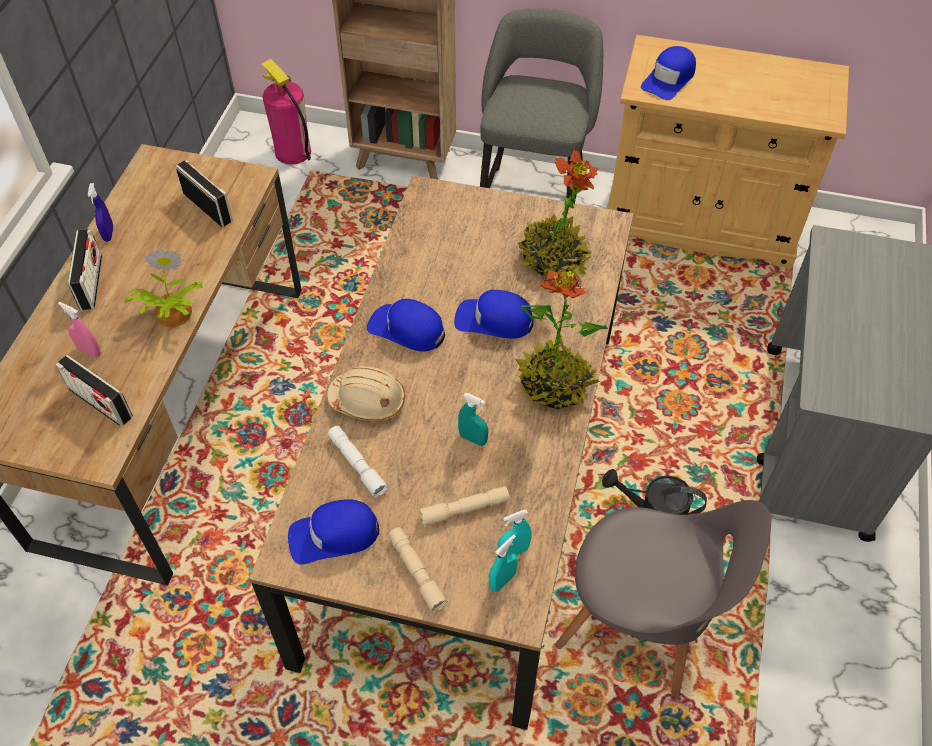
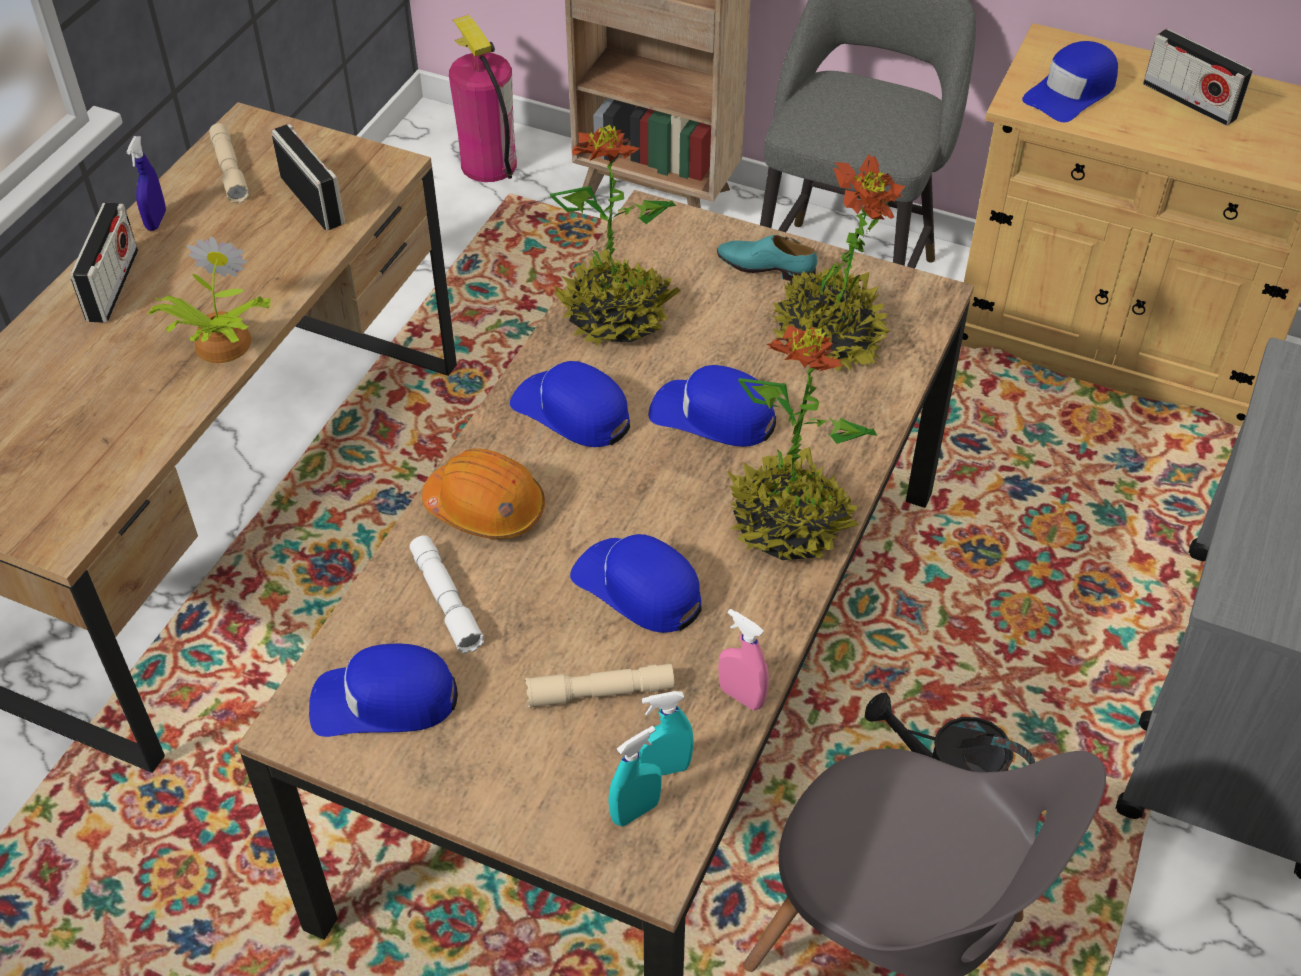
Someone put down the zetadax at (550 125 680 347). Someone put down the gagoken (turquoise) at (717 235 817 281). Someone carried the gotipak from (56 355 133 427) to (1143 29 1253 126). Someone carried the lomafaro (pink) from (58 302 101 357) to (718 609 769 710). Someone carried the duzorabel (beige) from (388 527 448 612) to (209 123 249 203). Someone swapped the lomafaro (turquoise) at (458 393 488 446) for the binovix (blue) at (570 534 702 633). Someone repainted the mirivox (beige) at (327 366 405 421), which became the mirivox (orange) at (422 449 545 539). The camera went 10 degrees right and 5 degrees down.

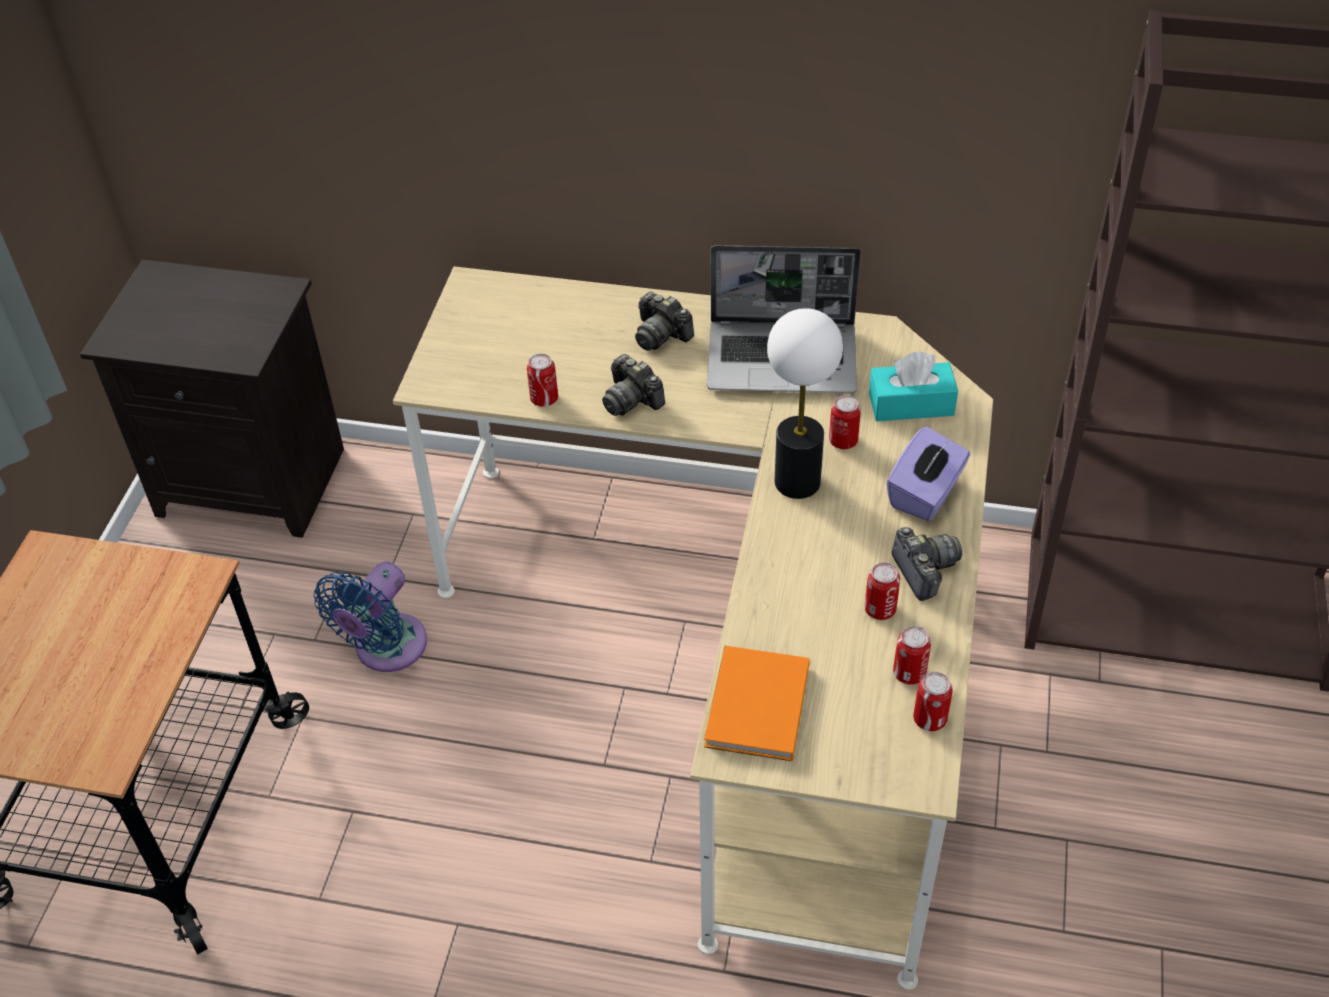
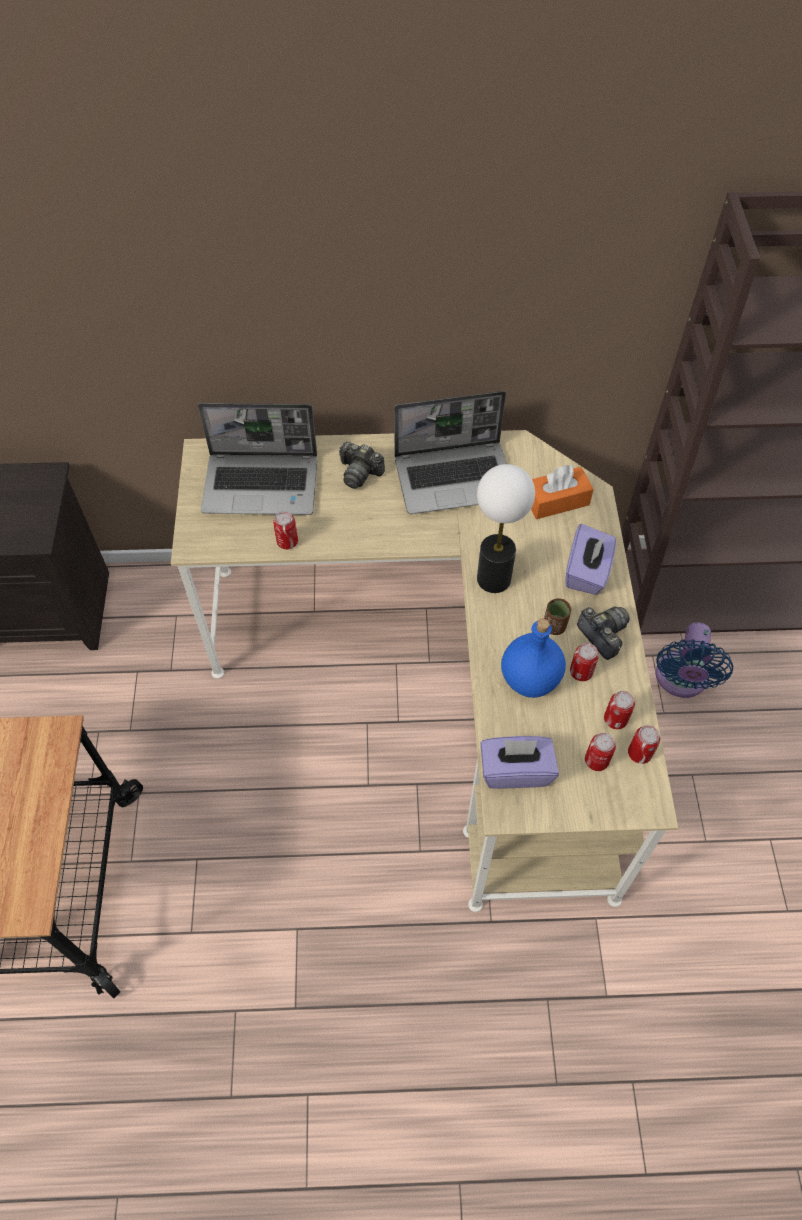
Someone took away the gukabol at (602 354 665 416). Someone put down the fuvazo at (198 403 318 515). Someone put down the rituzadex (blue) at (501 618 566 698). Someone put down the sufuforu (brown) at (544 598 571 635). Someone carried the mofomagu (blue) from (314 561 427 672) to (656 623 733 698). Someone carried the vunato from (829 395 861 449) to (585 733 616 771). Someone swapped the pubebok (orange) at (704 646 810 761) for the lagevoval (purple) at (480 736 559 789). Someone repainted the lagevoval (turquoise) at (869 351 958 421), which became the lagevoval (orange) at (531 465 594 519). The camera went 15 degrees left and 10 degrees up.

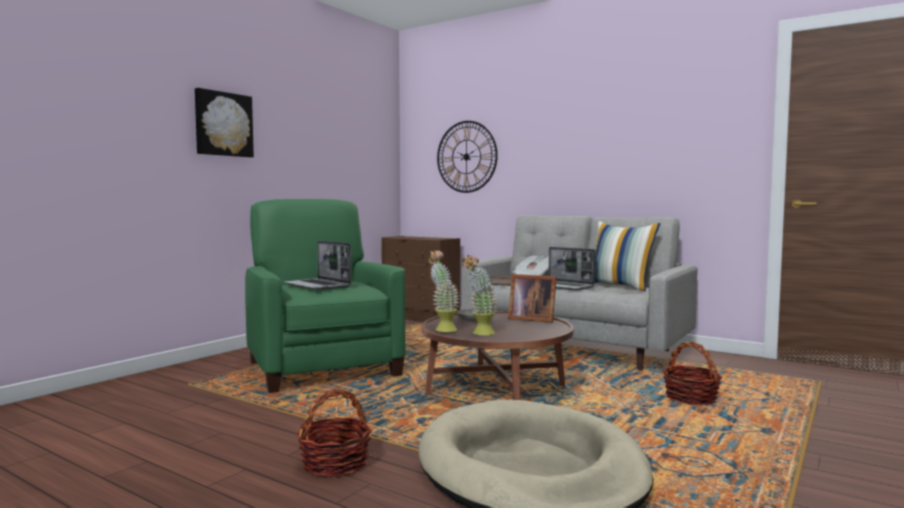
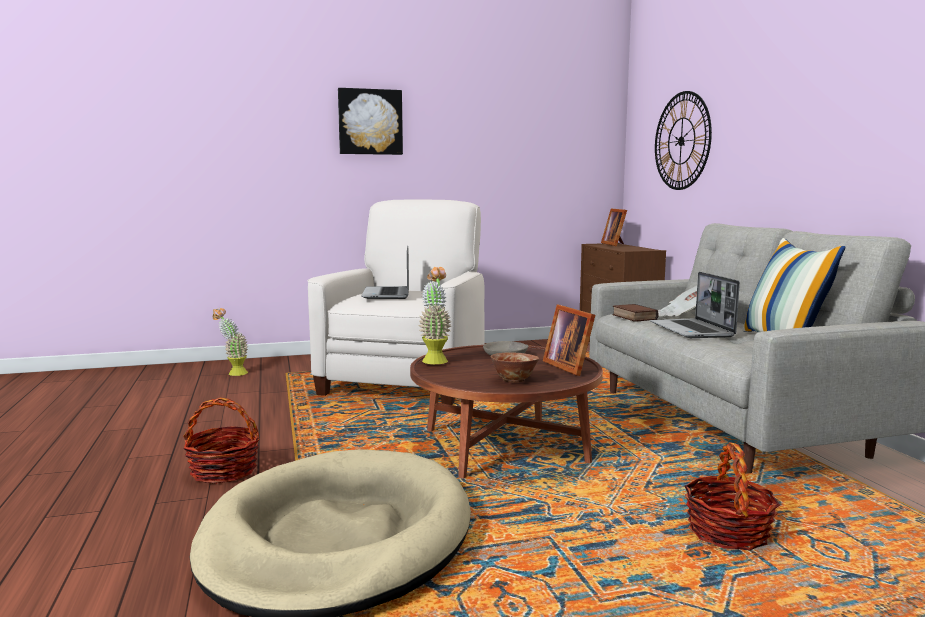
Someone put down the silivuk at (491 352 539 382). Someone put down the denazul at (601 209 627 246). Someone carried the zetadax from (462 255 497 335) to (213 308 248 376). Someone repainted the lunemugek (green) at (245 199 405 393), which became the lunemugek (white) at (307 200 485 405). The camera went 40 degrees right and 5 degrees up.

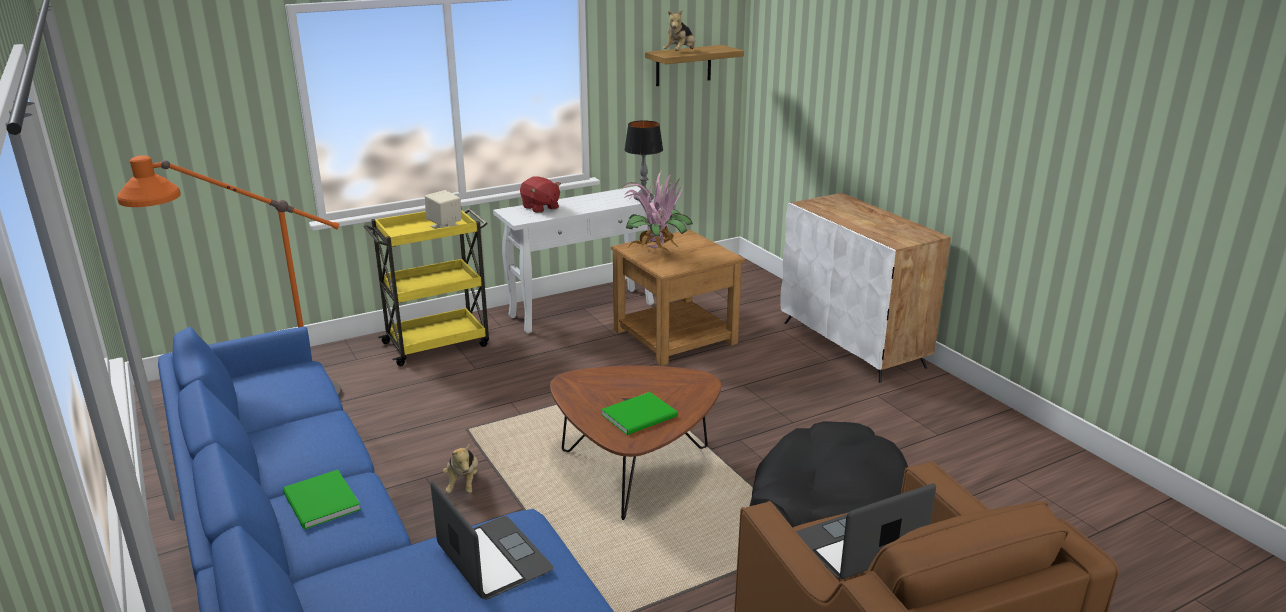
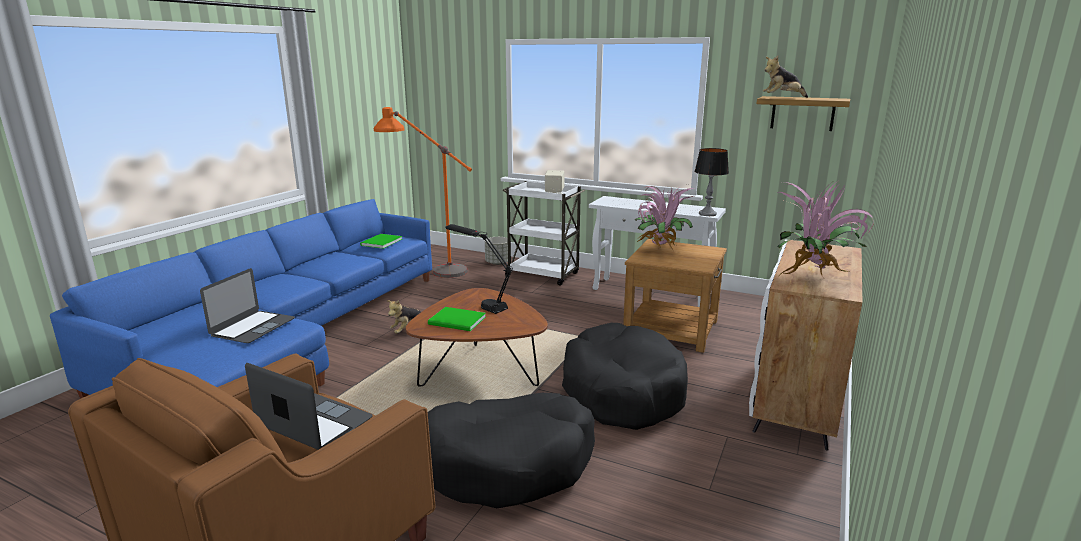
Someone took away the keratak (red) at (520 176 561 213). Someone put down the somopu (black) at (445 224 513 314). Someone put down the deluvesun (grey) at (485 237 508 265). Someone put down the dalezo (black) at (562 323 688 430). Someone put down the zetadax at (777 181 874 278). Someone carried the pubebok (green) from (283 470 361 529) to (360 234 402 249). Someone repainted the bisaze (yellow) at (364 208 489 366), which became the bisaze (white) at (503 181 585 286). The camera went 55 degrees right and 5 degrees down.

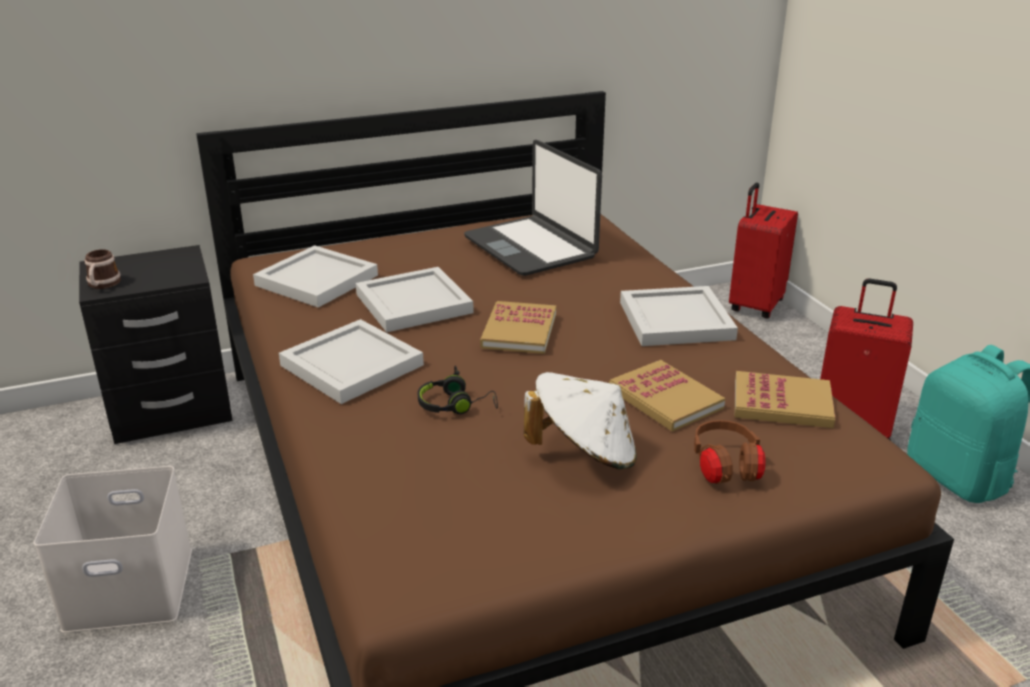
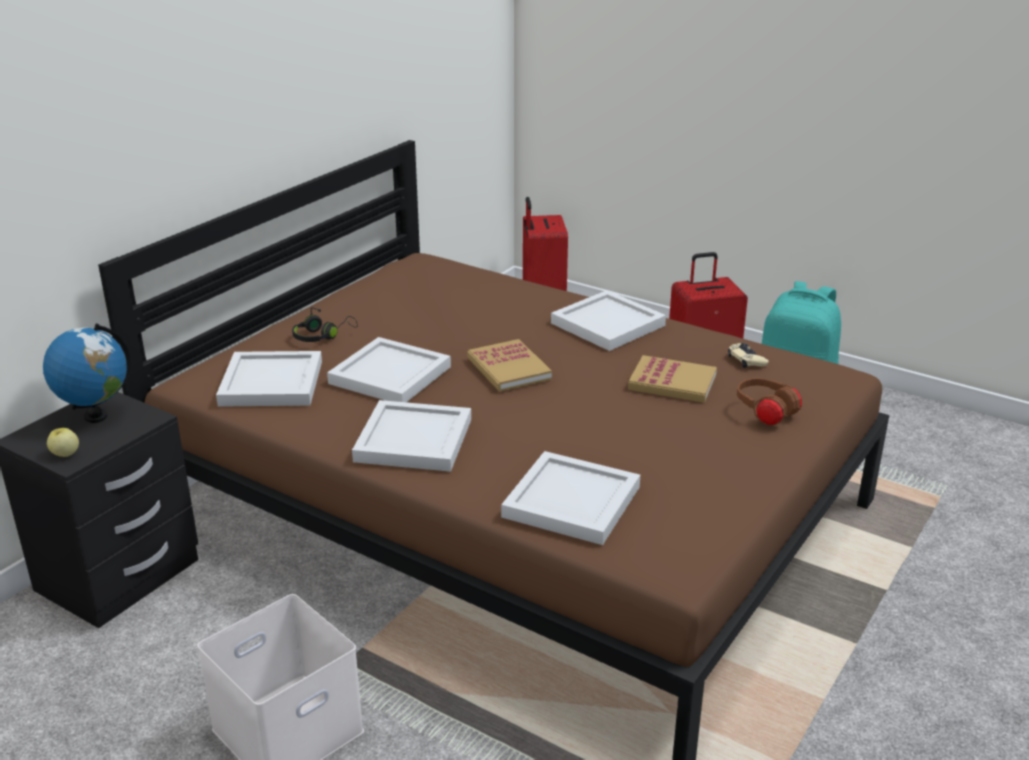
Someone took away the fuvazo at (464 140 602 276). Someone took away the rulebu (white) at (524 372 637 469). Someone put down the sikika at (43 323 131 423). Someone put down the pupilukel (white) at (501 451 640 545). Someone carried the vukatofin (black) from (418 366 498 414) to (292 307 358 342). Someone swapped the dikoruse at (85 249 121 289) for the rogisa at (47 428 79 457). Someone swapped the pubebok at (734 371 835 428) for the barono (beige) at (728 343 769 368). The camera went 35 degrees left and 0 degrees up.

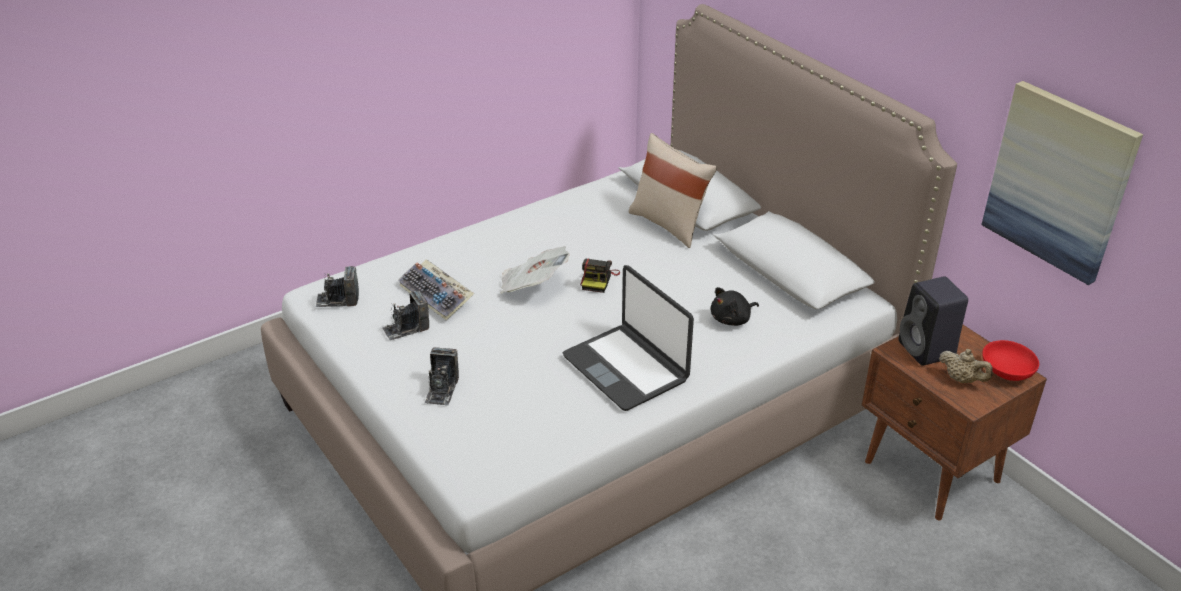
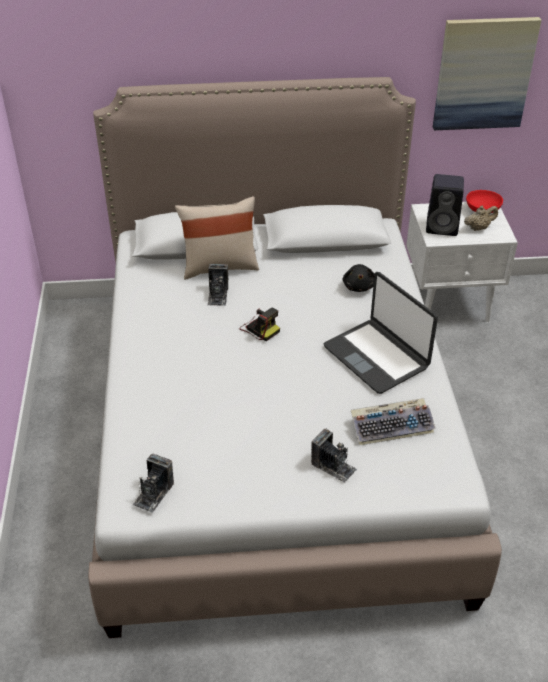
Someone took away the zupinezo at (500 246 570 294). Someone carried the gukabol from (382 290 429 340) to (208 264 228 306). Someone carried the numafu from (398 259 474 321) to (351 398 436 445). Someone repainted the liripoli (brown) at (862 325 1047 520), which became the liripoli (white) at (406 202 518 322). Someone rotated the fuvazo at (563 265 694 411) by 60 degrees clockwise. The camera went 60 degrees left and 5 degrees up.

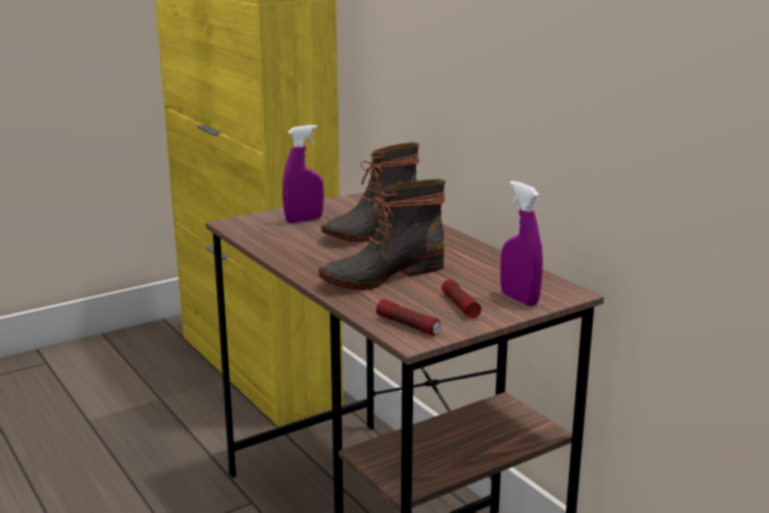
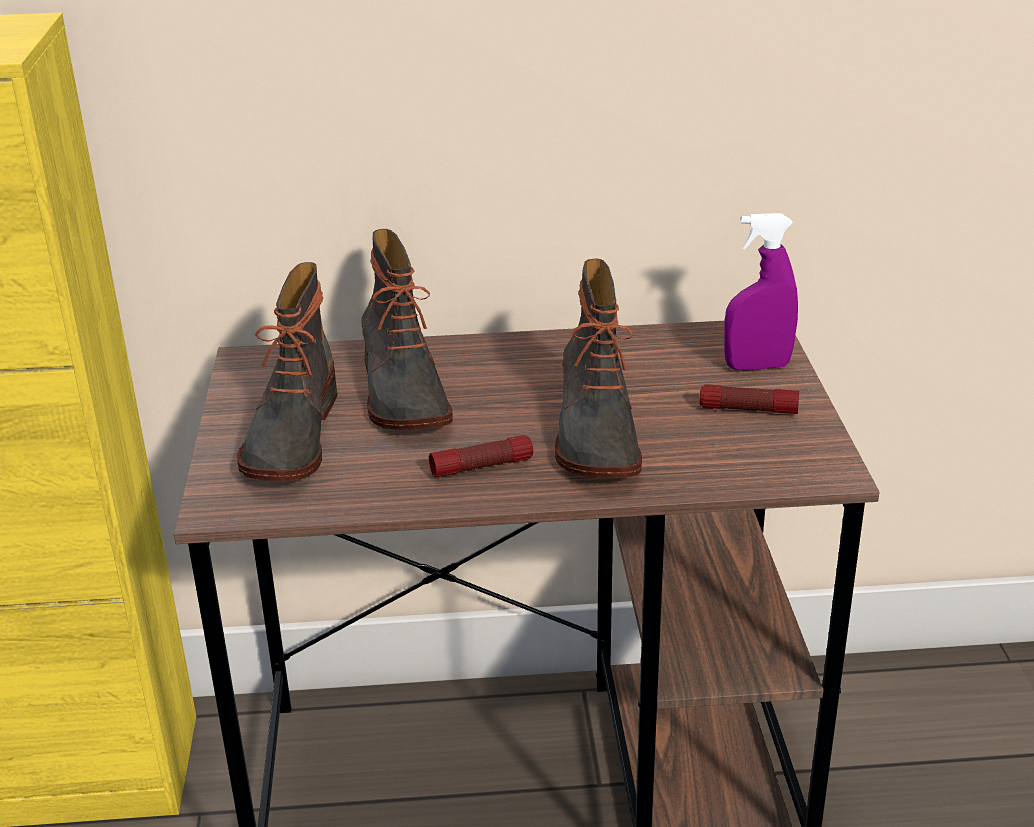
Someone carried the duzorabel from (376 299 441 335) to (429 435 533 478). Someone swapped the lomafaro (purple) at (282 125 324 223) for the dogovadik at (237 262 338 481). The camera went 60 degrees left and 10 degrees up.

